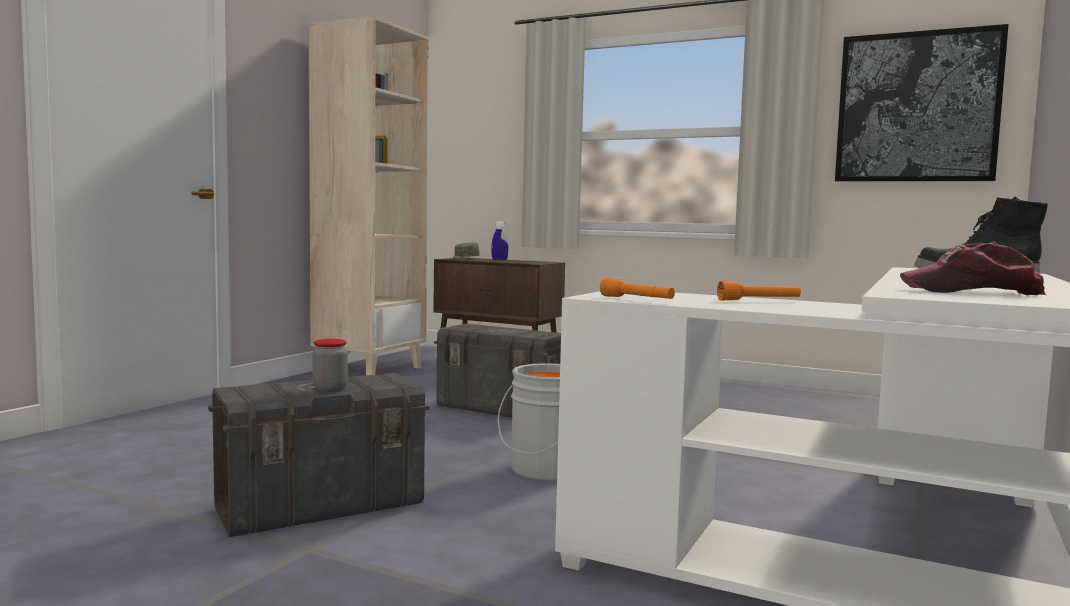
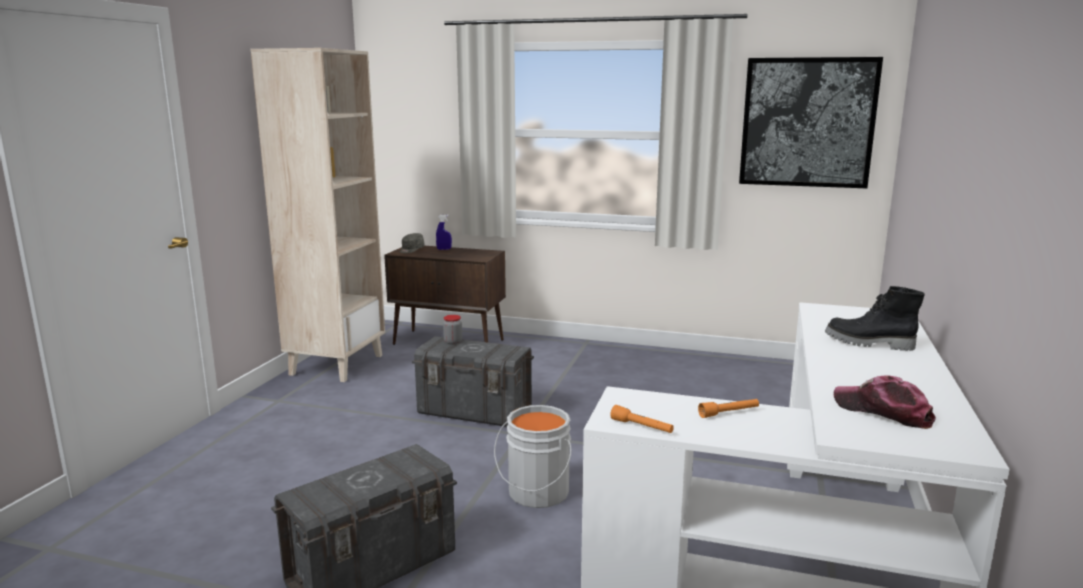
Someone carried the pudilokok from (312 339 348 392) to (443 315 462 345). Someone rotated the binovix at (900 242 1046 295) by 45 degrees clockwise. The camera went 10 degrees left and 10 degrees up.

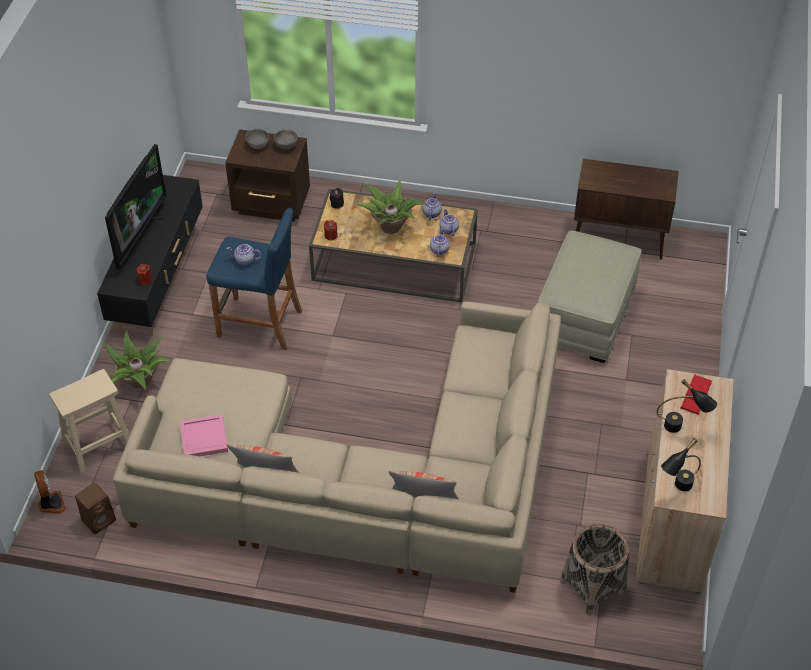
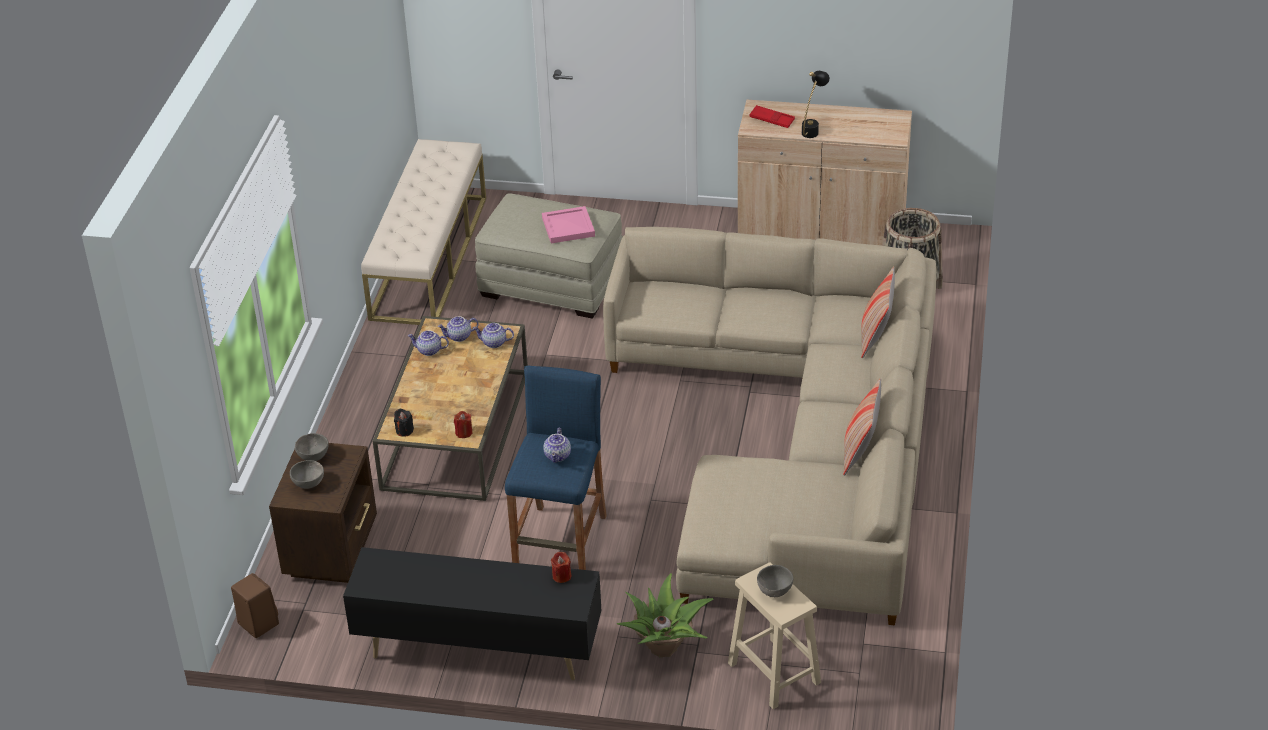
Someone took away the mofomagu at (34 470 66 514). Someone took away the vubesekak at (105 144 167 269). Someone took away the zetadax at (355 180 426 234). Someone took away the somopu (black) at (661 438 701 491). Someone put down the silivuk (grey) at (757 565 793 597). Someone carried the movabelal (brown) from (75 483 116 534) to (231 573 279 638). Someone carried the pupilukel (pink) from (179 414 228 456) to (542 206 595 243). Someone swapped the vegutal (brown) at (574 159 679 259) for the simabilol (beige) at (361 139 486 325). The camera went 90 degrees left and 10 degrees down.

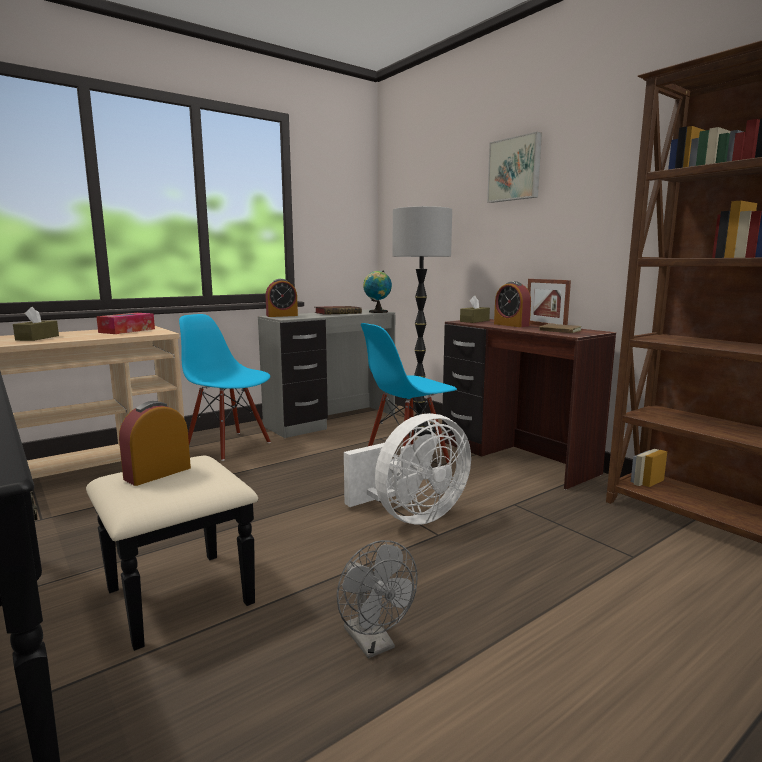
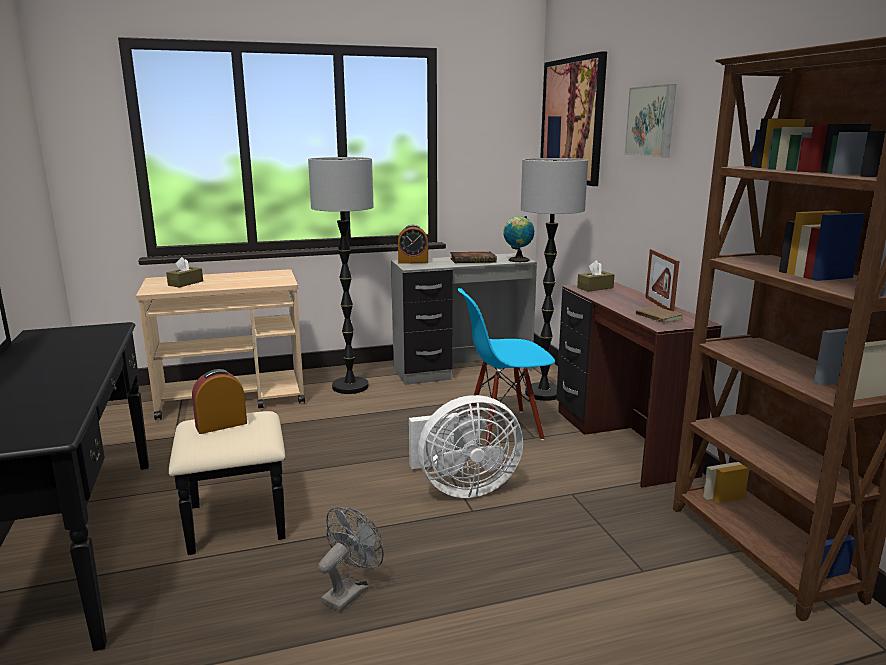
Someone took away the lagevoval at (96 313 155 334). Someone took away the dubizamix at (494 281 531 327). Someone put up the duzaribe at (540 51 607 186). Someone swapped the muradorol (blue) at (179 314 271 461) for the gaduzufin at (308 157 374 394). Someone rotated the mofomagu (grey) at (337 540 417 659) by 135 degrees counterclockwise. The camera went 20 degrees right and 5 degrees up.

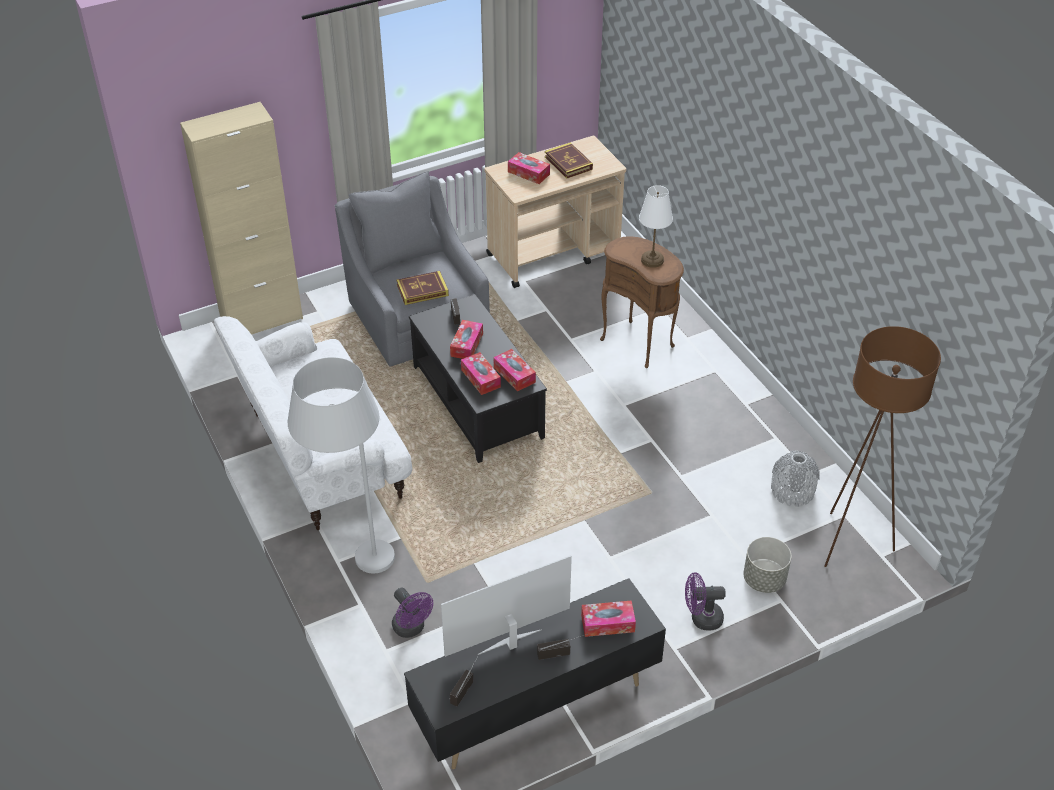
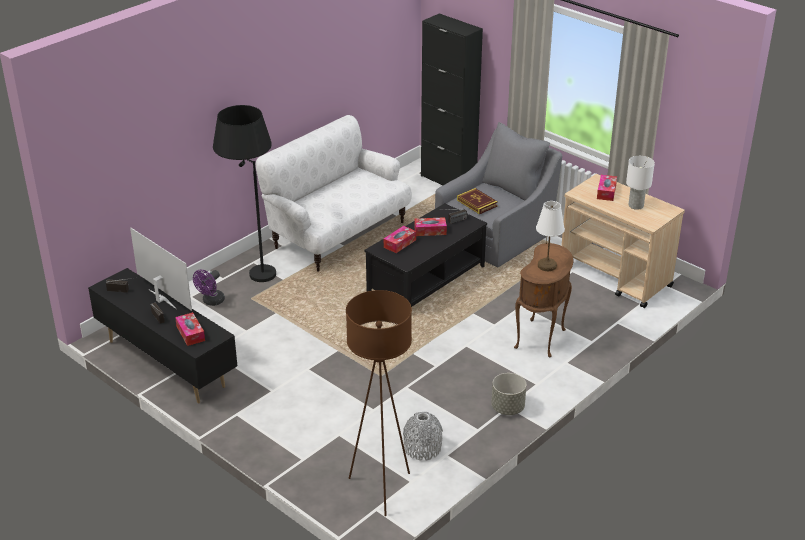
Someone took away the lagevoval at (493 349 536 391). Someone took away the mofomagu (purple) at (685 572 726 631). Someone carried the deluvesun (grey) from (743 537 792 593) to (491 373 526 415). Someone swapped the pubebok at (545 143 593 178) for the somopu (white) at (626 156 655 210). Someone repainted the vegutal (beige) at (180 102 303 335), which became the vegutal (black) at (421 13 483 185). Someone repainted the gaduzufin (white) at (288 357 395 573), which became the gaduzufin (black) at (213 105 276 282). The camera went 70 degrees right and 10 degrees down.

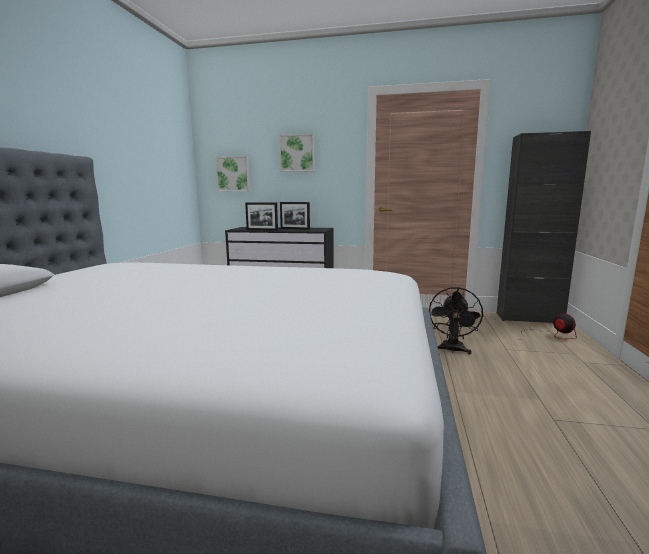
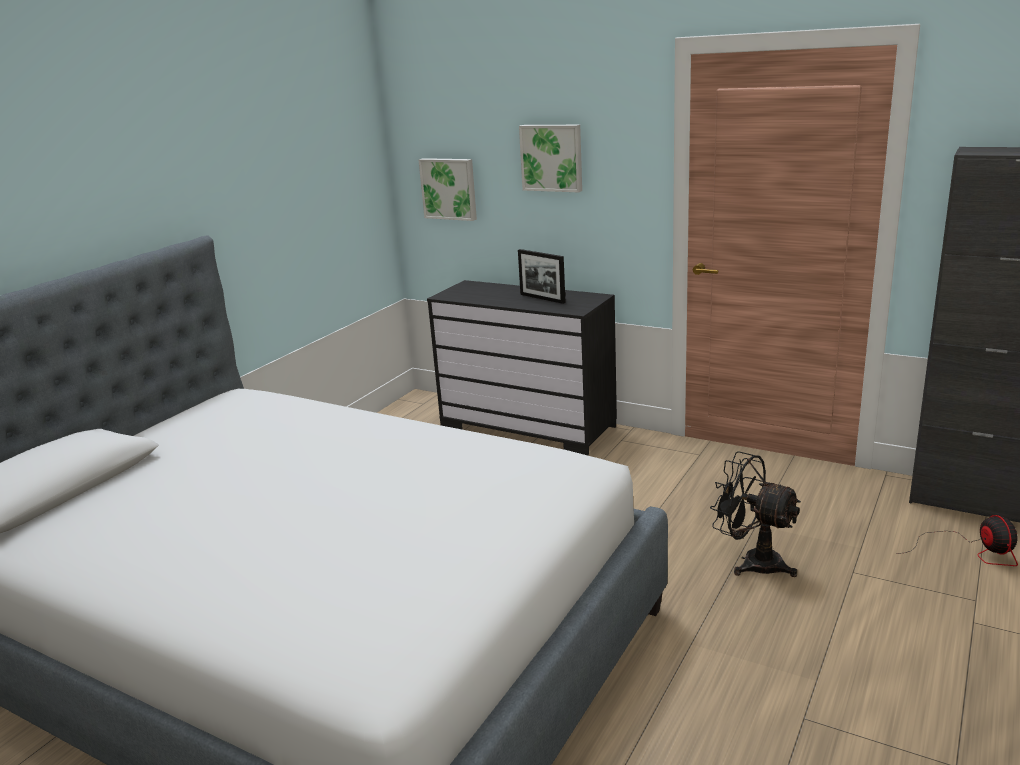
Someone took away the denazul at (245 203 278 231). Someone rotated the mofomagu (black) at (429 287 483 354) by 90 degrees clockwise. The camera went 20 degrees right and 10 degrees up.

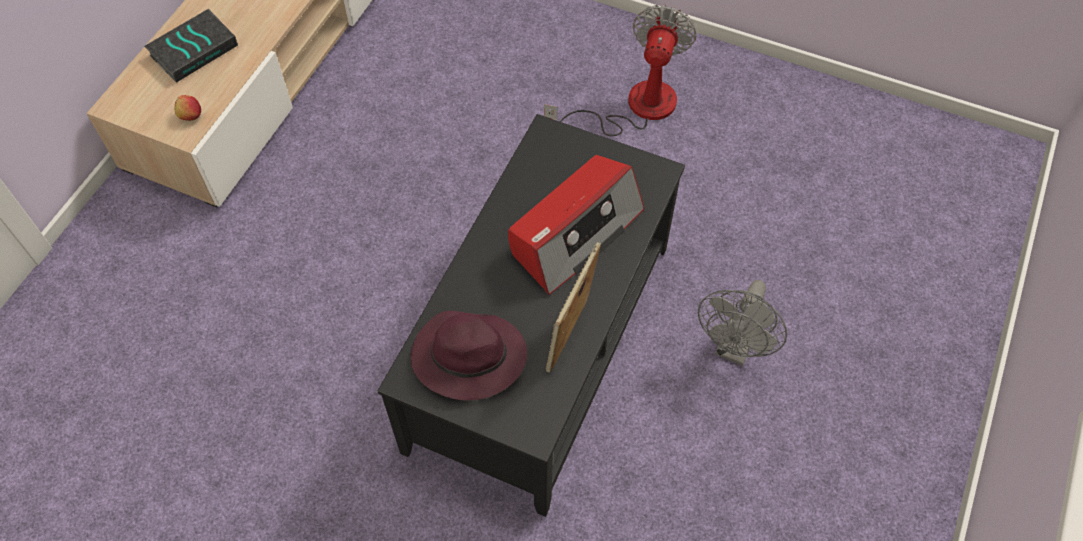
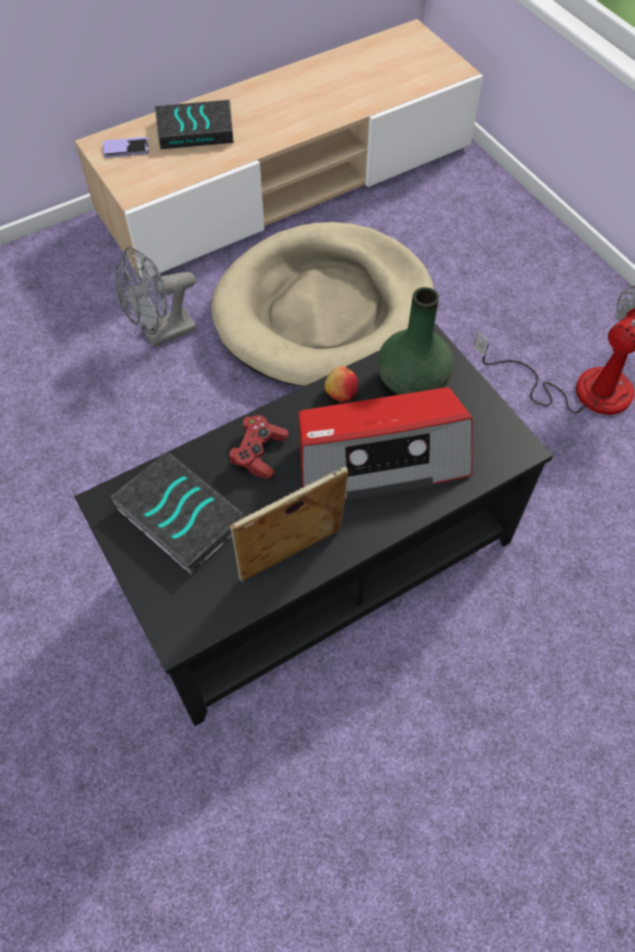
Someone put down the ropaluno at (103 137 149 158). Someone put down the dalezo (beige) at (211 222 434 387). Someone put down the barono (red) at (227 415 289 479). Someone put down the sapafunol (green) at (377 287 454 395). Someone carried the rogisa from (174 95 201 121) to (325 366 358 402). Someone carried the mofomagu (grey) from (698 280 787 366) to (115 247 197 348). Someone swapped the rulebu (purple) at (411 311 527 401) for the pubebok at (110 451 244 574). The camera went 35 degrees right and 0 degrees up.

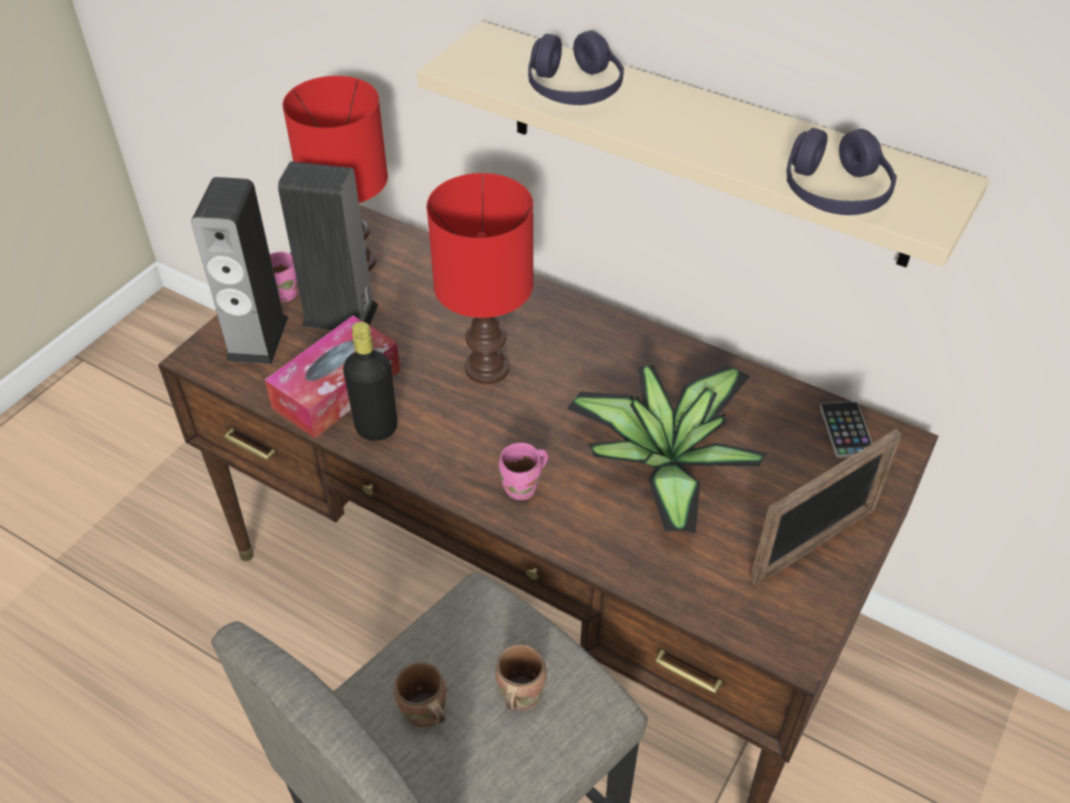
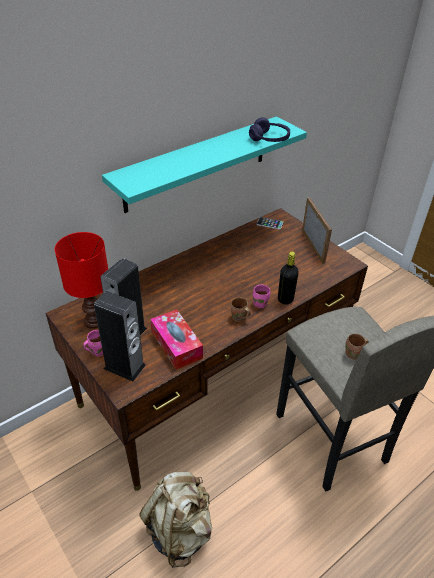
Someone took away the somopu (red) at (427 173 533 384). Someone took away the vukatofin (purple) at (528 30 624 105). Someone took away the zetadax at (567 364 767 534). Someone put down the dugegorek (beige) at (139 472 212 568). Someone carried the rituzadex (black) from (343 322 397 441) to (278 252 299 305). Someone carried the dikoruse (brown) from (496 644 547 710) to (231 297 251 322). Someone repainted the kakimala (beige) at (417 21 989 267), which became the kakimala (turquoise) at (102 117 307 213). The camera went 70 degrees left and 5 degrees down.

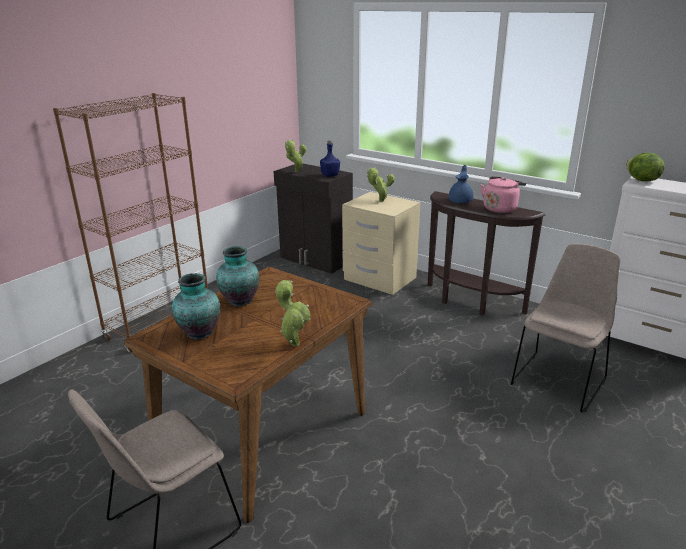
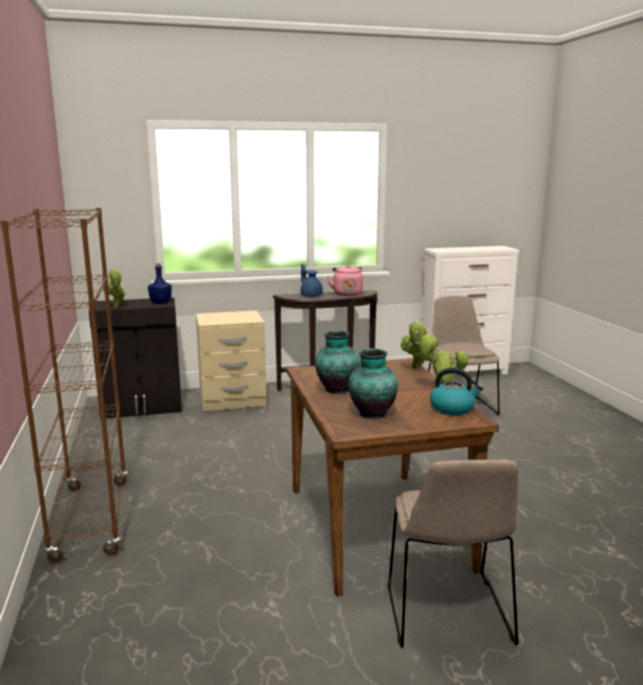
Someone took away the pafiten at (626 153 664 181). Someone put down the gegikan at (430 368 483 415). Someone carried the zetadax from (367 168 395 202) to (401 321 427 370). The camera went 50 degrees left and 10 degrees down.

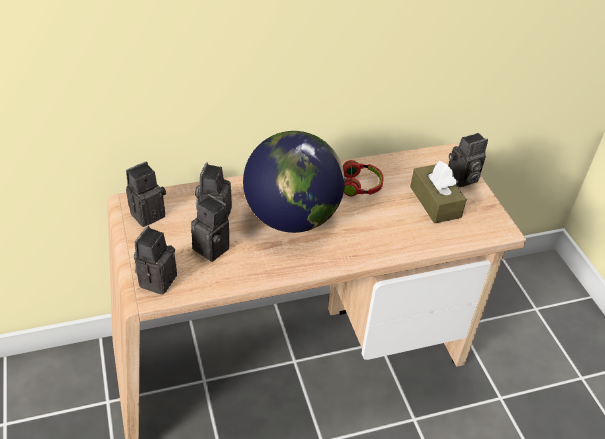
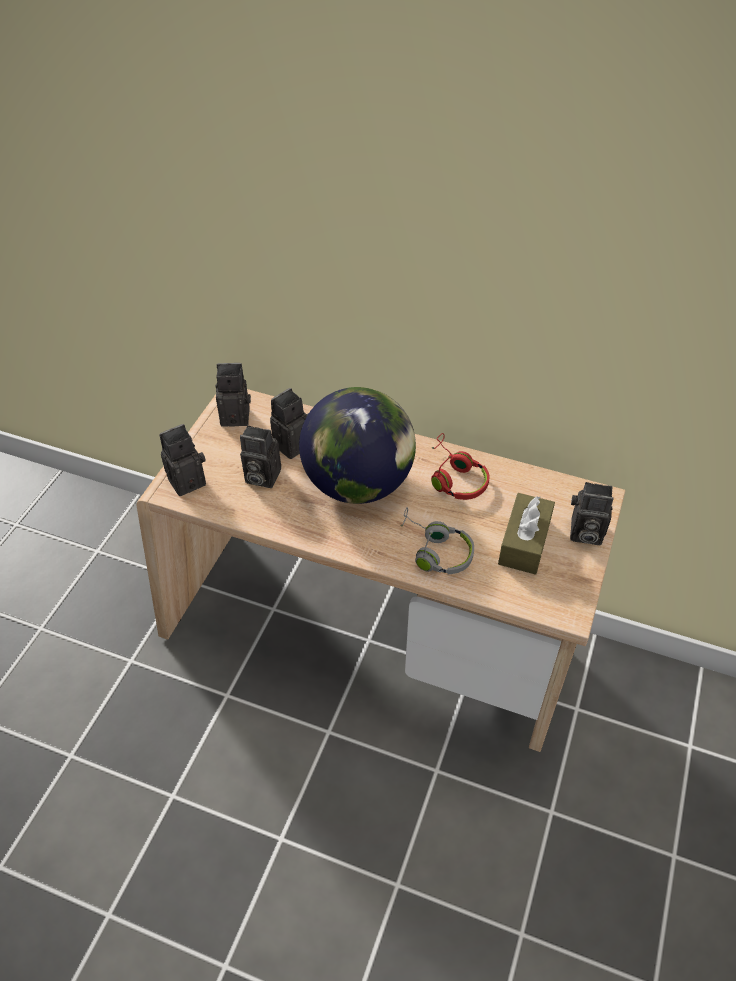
Someone put down the vukatofin (grey) at (400 507 474 574). Someone rotated the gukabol at (191 194 229 262) by 120 degrees clockwise. The camera went 40 degrees right and 5 degrees up.

